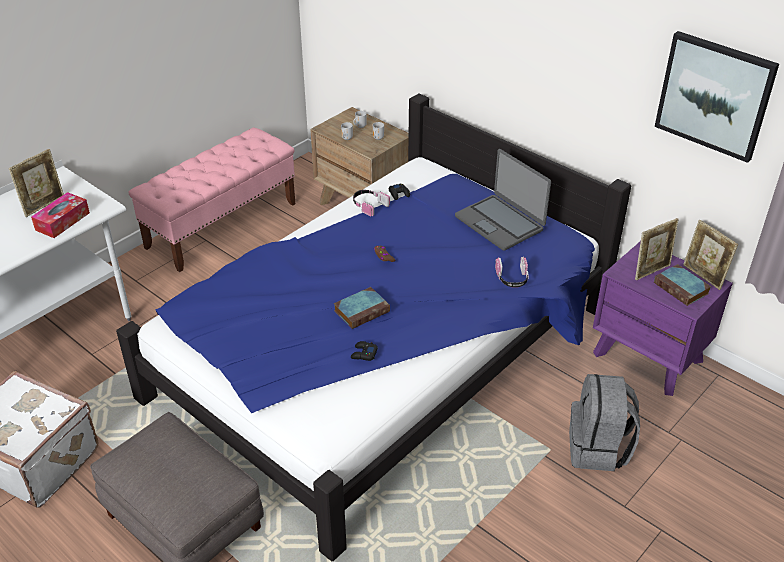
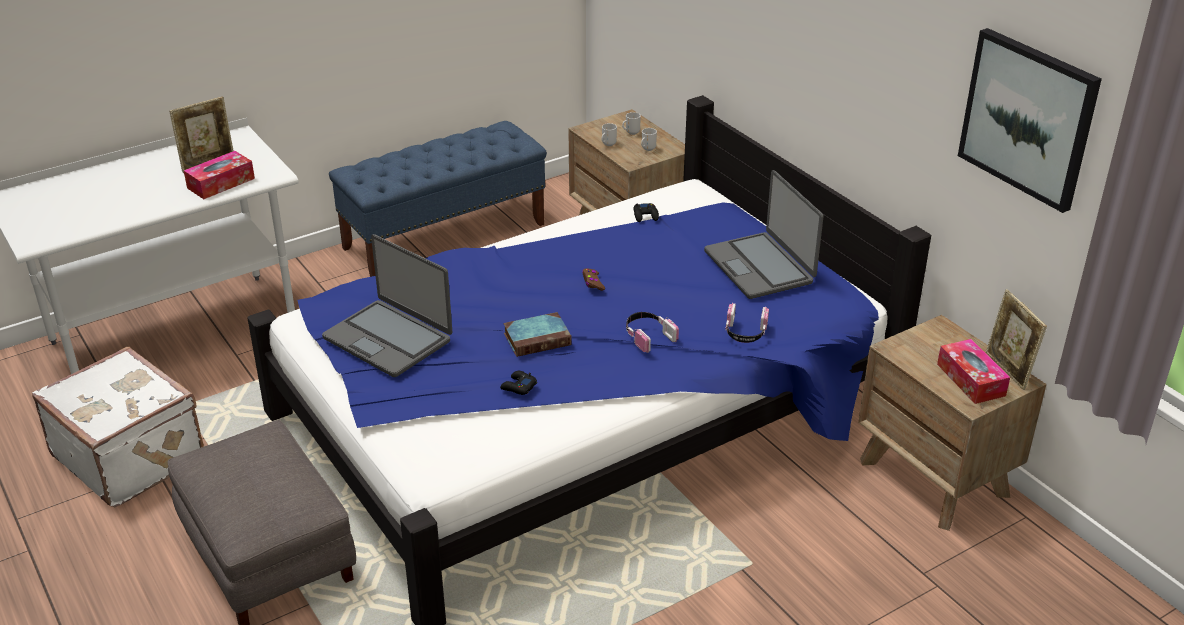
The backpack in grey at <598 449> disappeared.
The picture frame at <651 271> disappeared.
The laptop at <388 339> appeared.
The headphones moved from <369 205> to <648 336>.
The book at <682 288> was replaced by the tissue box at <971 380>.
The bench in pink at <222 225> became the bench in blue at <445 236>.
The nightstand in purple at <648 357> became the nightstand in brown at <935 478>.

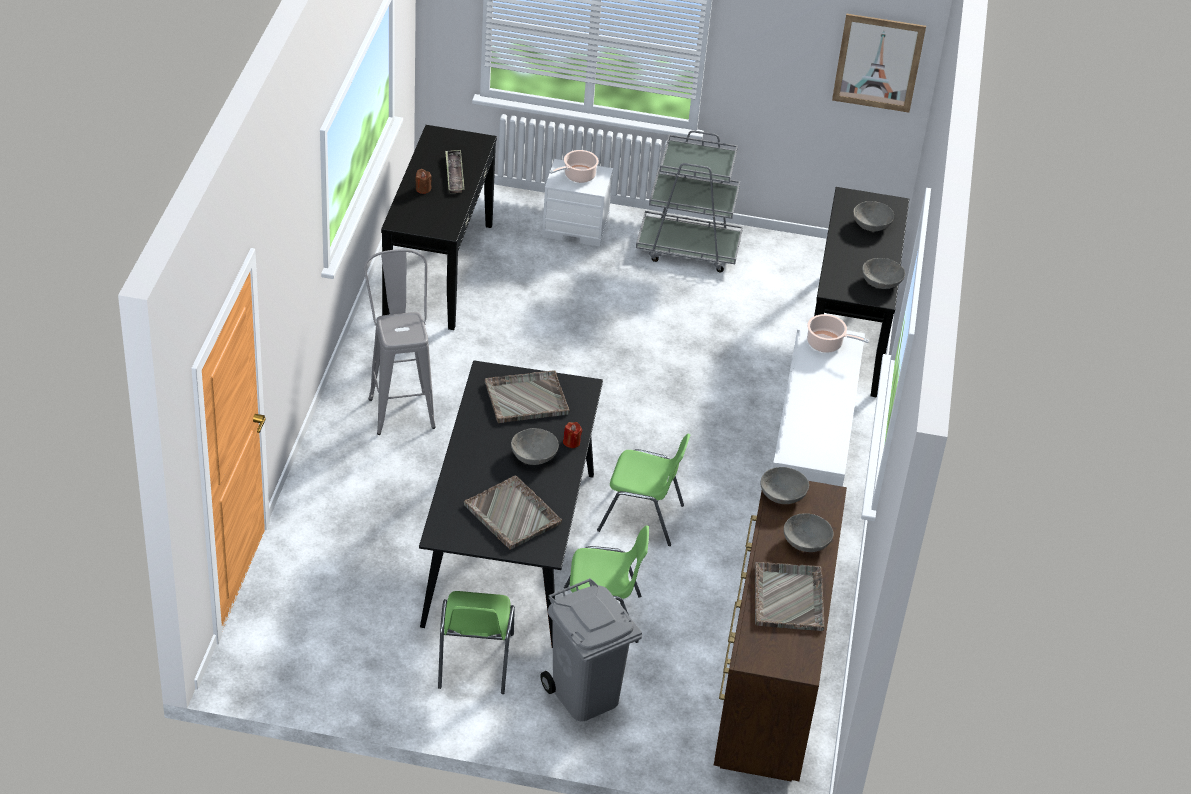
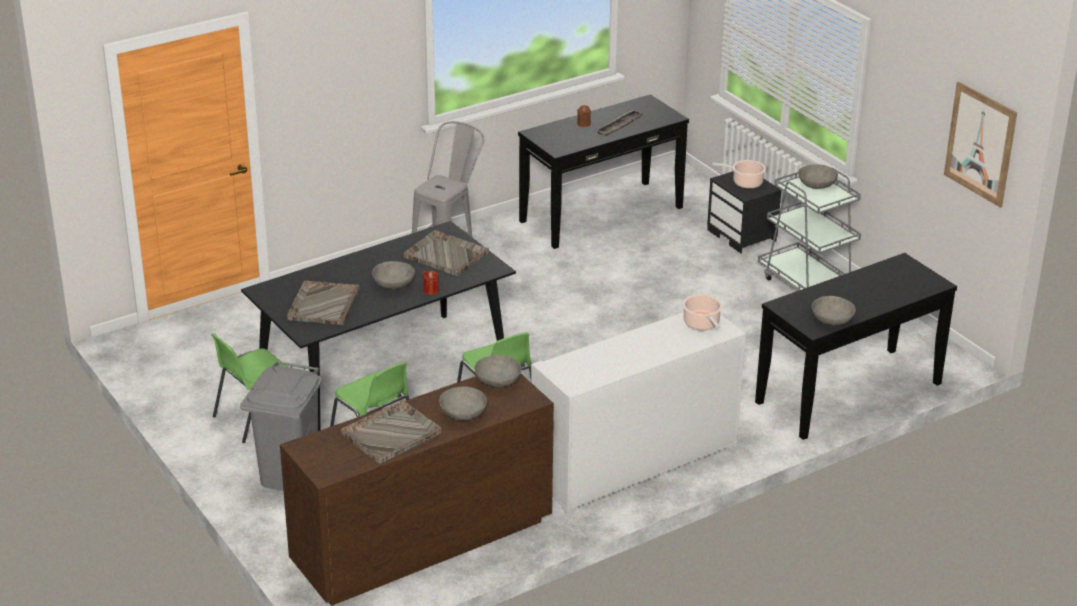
The bowl in grey moved from <872 225> to <817 185>.
The nightstand in white at <576 227> became the nightstand in black at <742 235>.

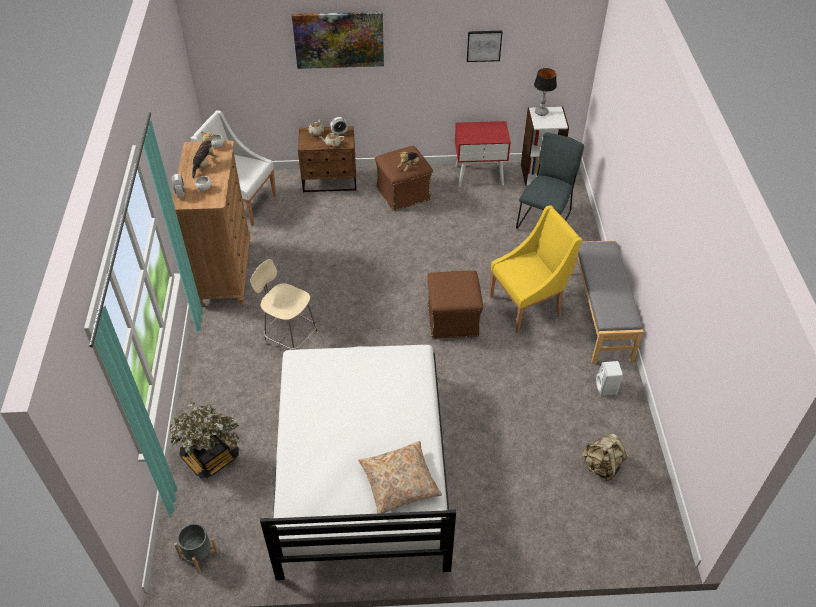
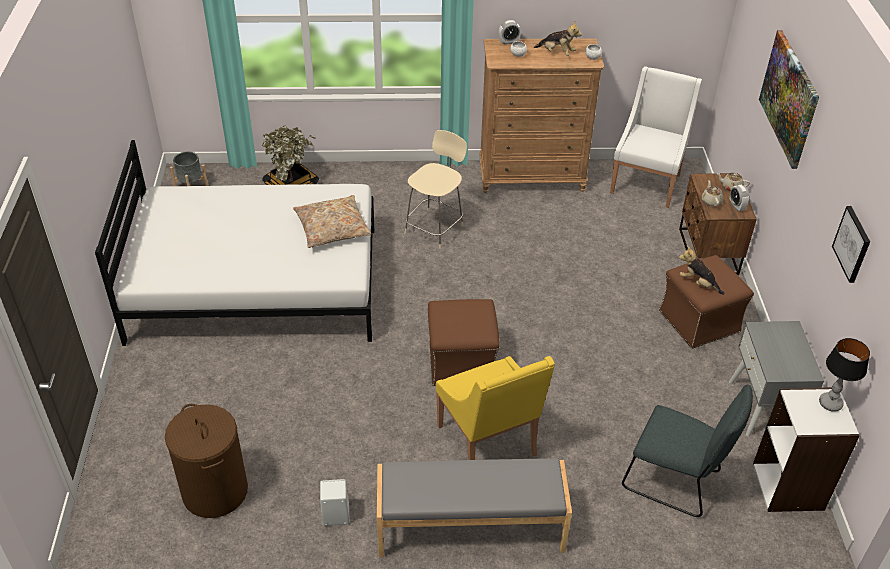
The pillow in beige moved from <399 482> to <332 228>.
The backpack in beige at <601 466> was replaced by the laundry basket in brown at <214 491>.
The nightstand in red at <479 175> became the nightstand in grey at <763 407>.

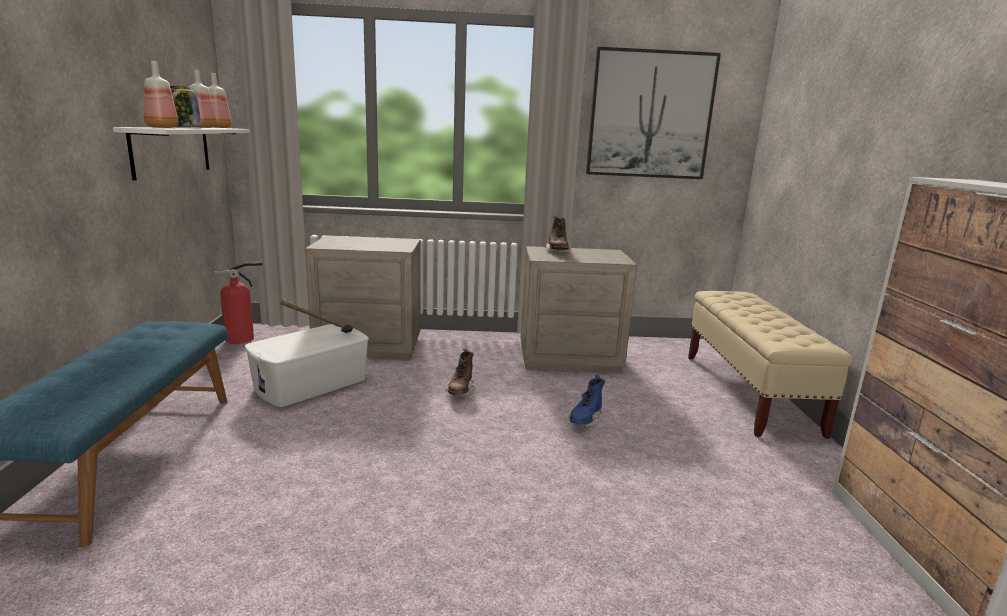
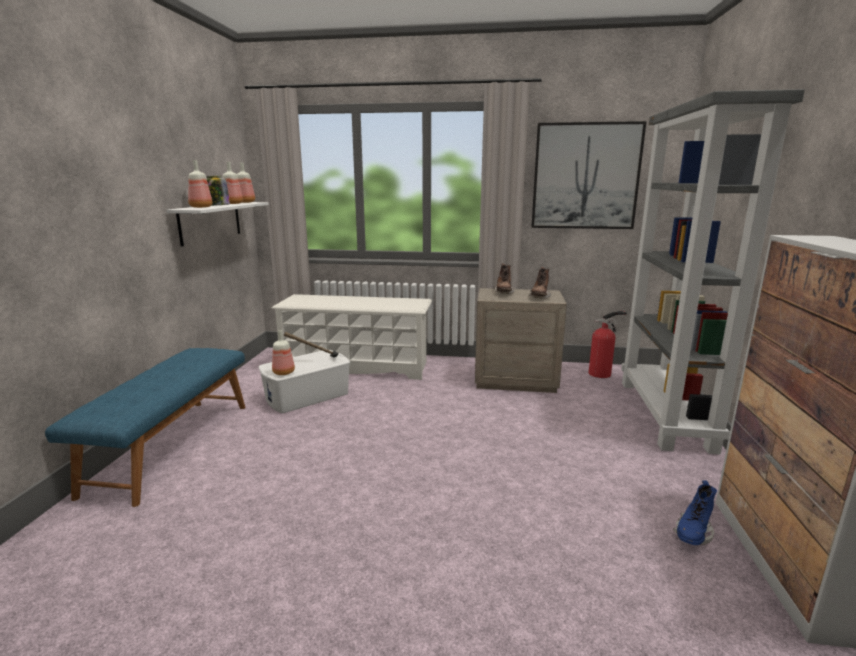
The bottle at <283 372> appeared.
The fire extinguisher moved from <243 338> to <601 373>.
The boot in brown moved from <460 391> to <539 297>.
The boot in blue moved from <585 420> to <693 534>.
The nightstand in beige at <369 345> was replaced by the shoe rack in white at <357 366>.
The bench in beige at <748 393> was replaced by the bookcase in grey at <666 414>.

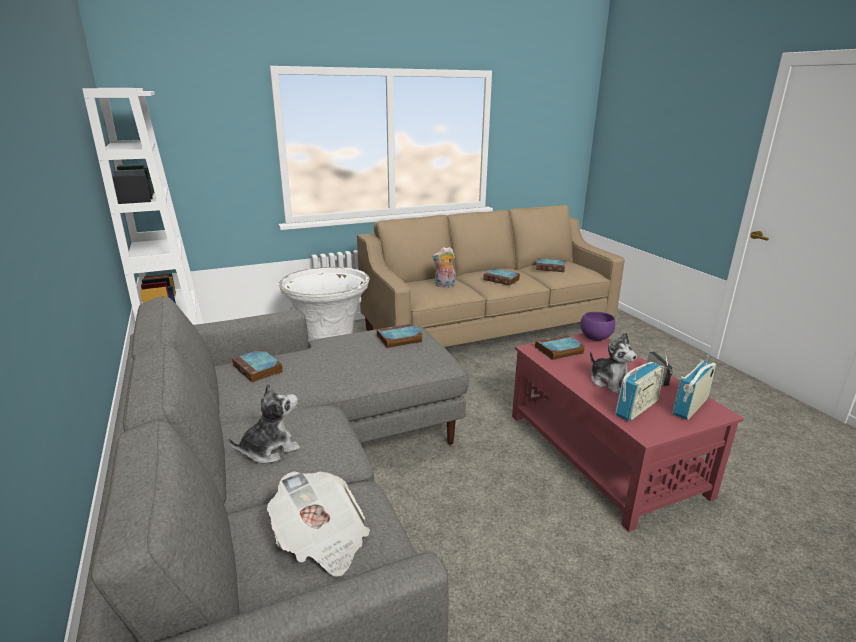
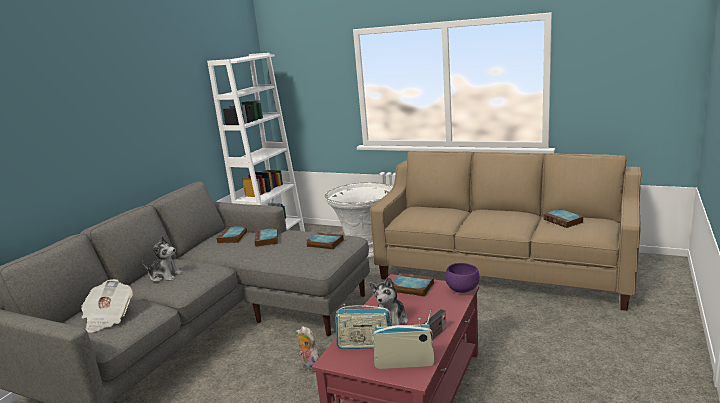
The plush toy moved from <444 286> to <309 366>.
The book moved from <502 279> to <267 240>.

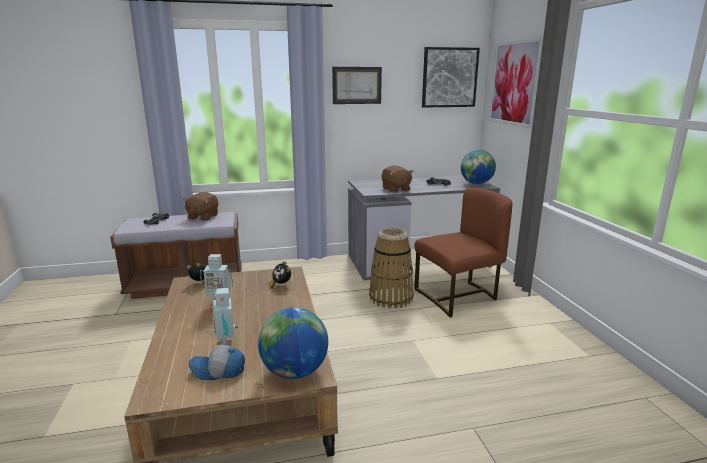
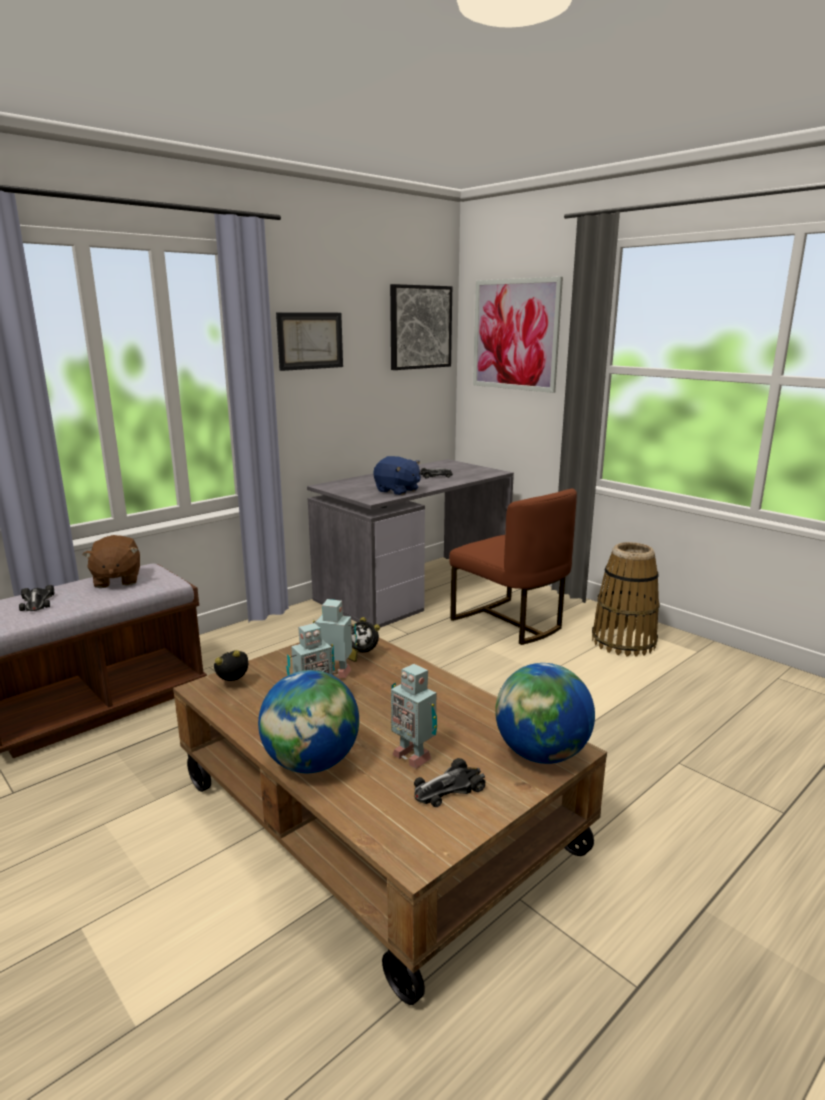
The toy robot at <336 674> appeared.
The basket moved from <390 298> to <623 642>.
The globe moved from <476 183> to <311 763>.
The cap at <218 371> was replaced by the toy car at <449 788>.
The plush toy in brown at <396 189> became the plush toy in blue at <397 491>.
The chair in brown at <458 296> turned 105 degrees clockwise.

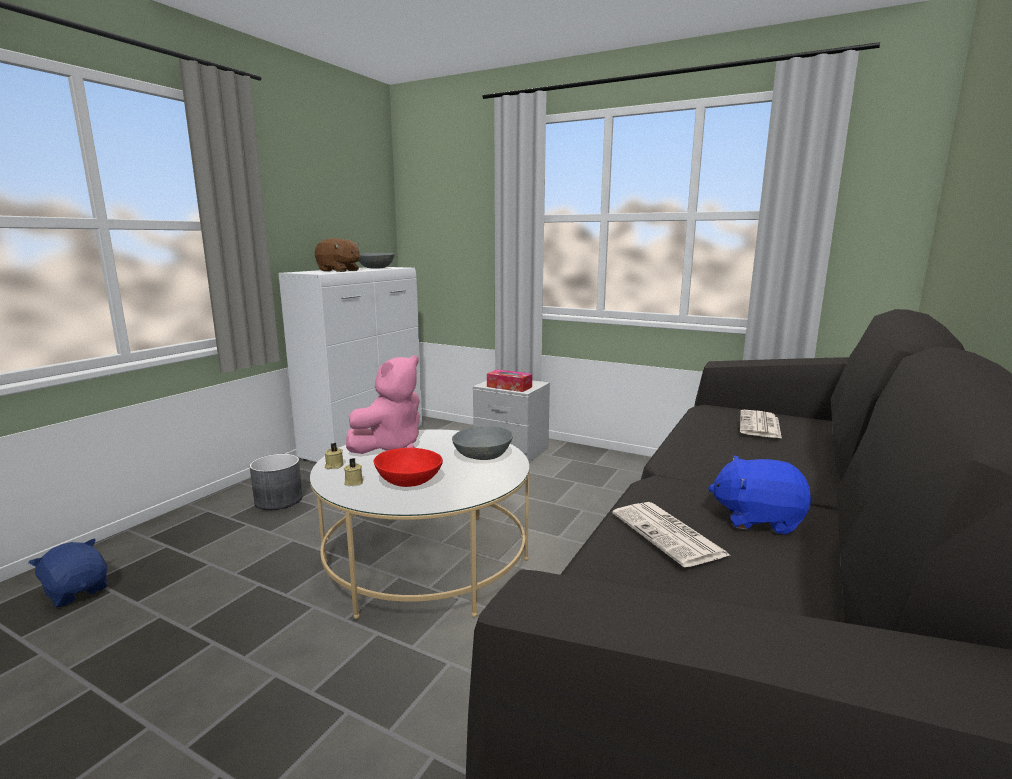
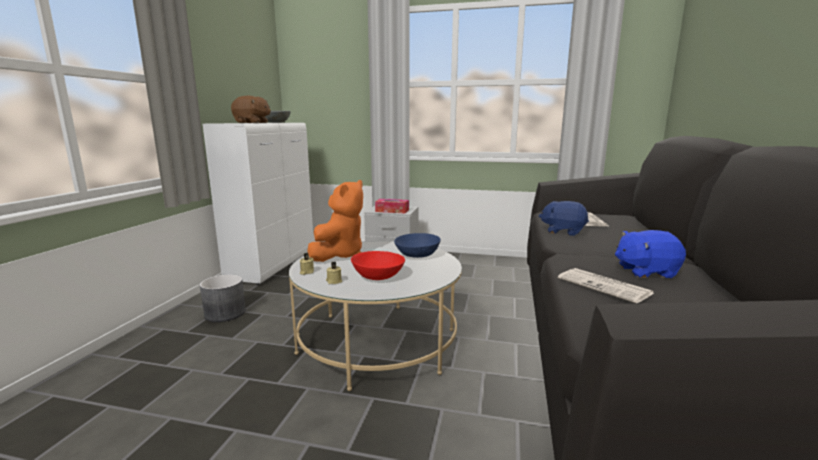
The plush toy in blue moved from <77 591> to <563 231>.
The plush toy in pink at <390 446> became the plush toy in orange at <339 255>.
The bowl in grey at <483 456> became the bowl in blue at <417 255>.

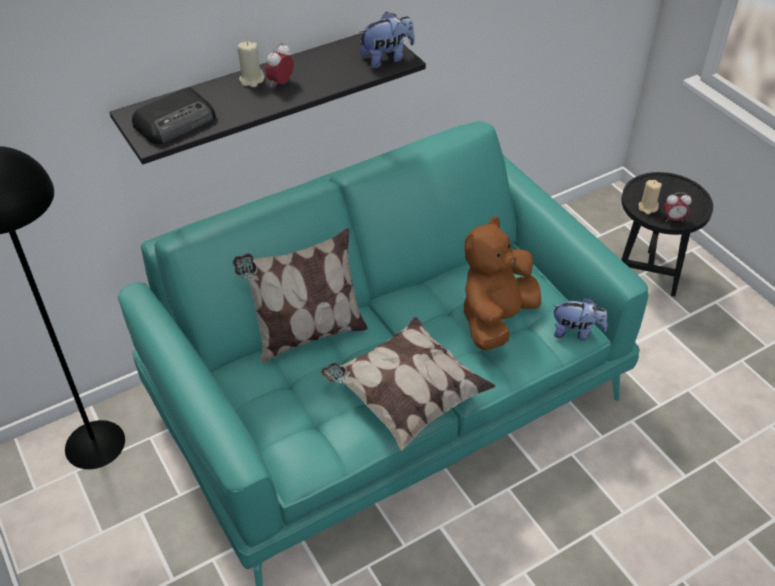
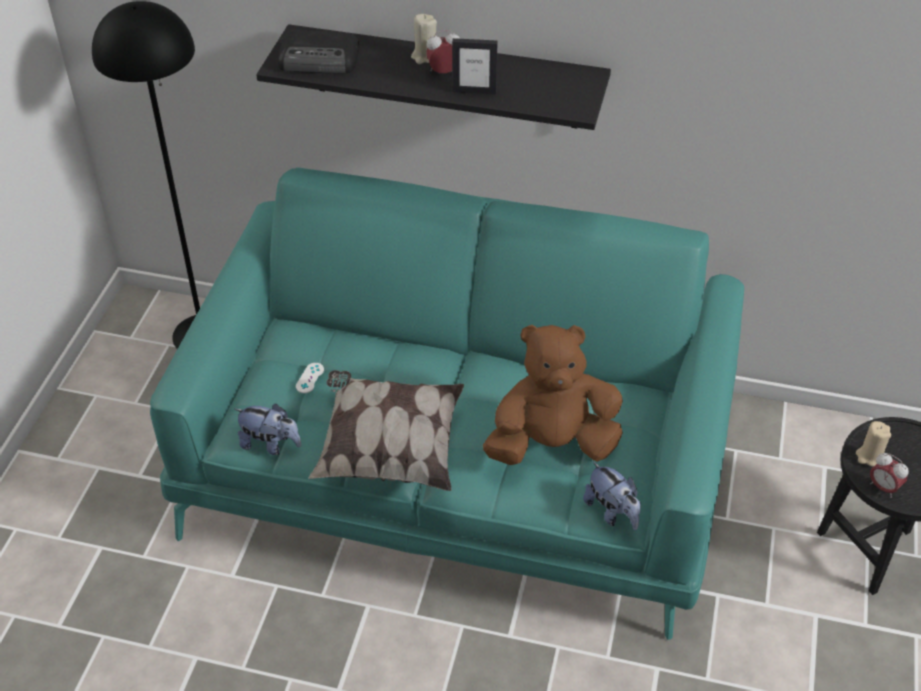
The pillow at <307 334> disappeared.
The game controller in white at <310 378> appeared.
The picture frame at <474 91> appeared.
The plush toy moved from <387 58> to <270 444>.

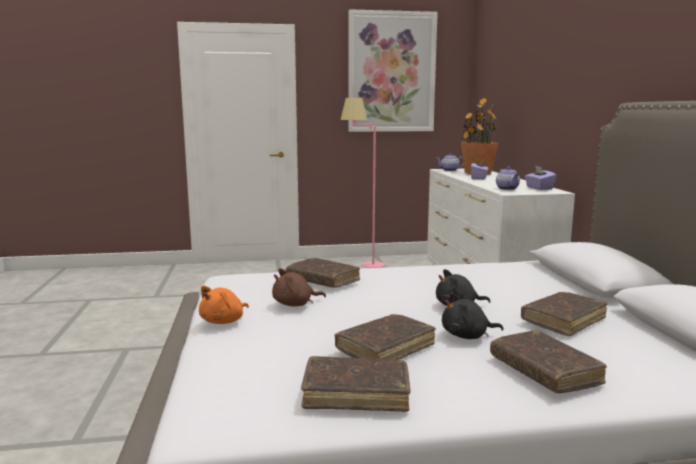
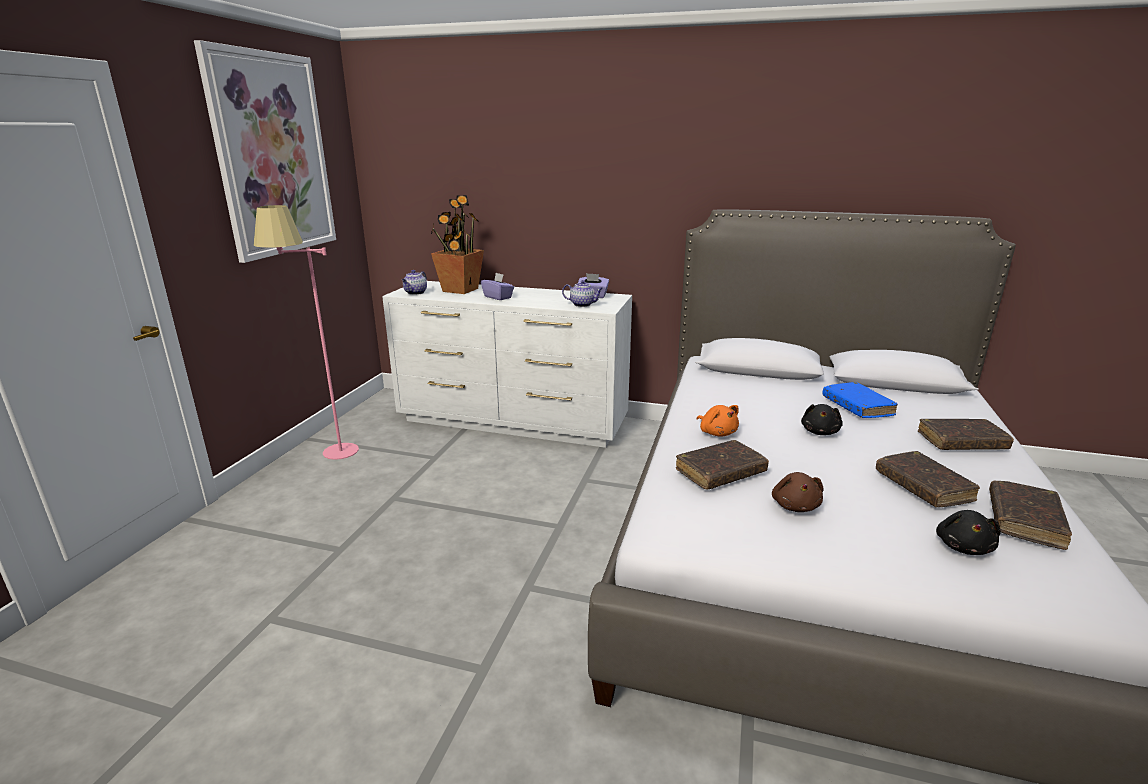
The plush toy in orange moved from <224 321> to <717 433>.
The plush toy in black moved from <467 336> to <963 546>.
The book in brown at <563 320> became the book in blue at <857 407>.

